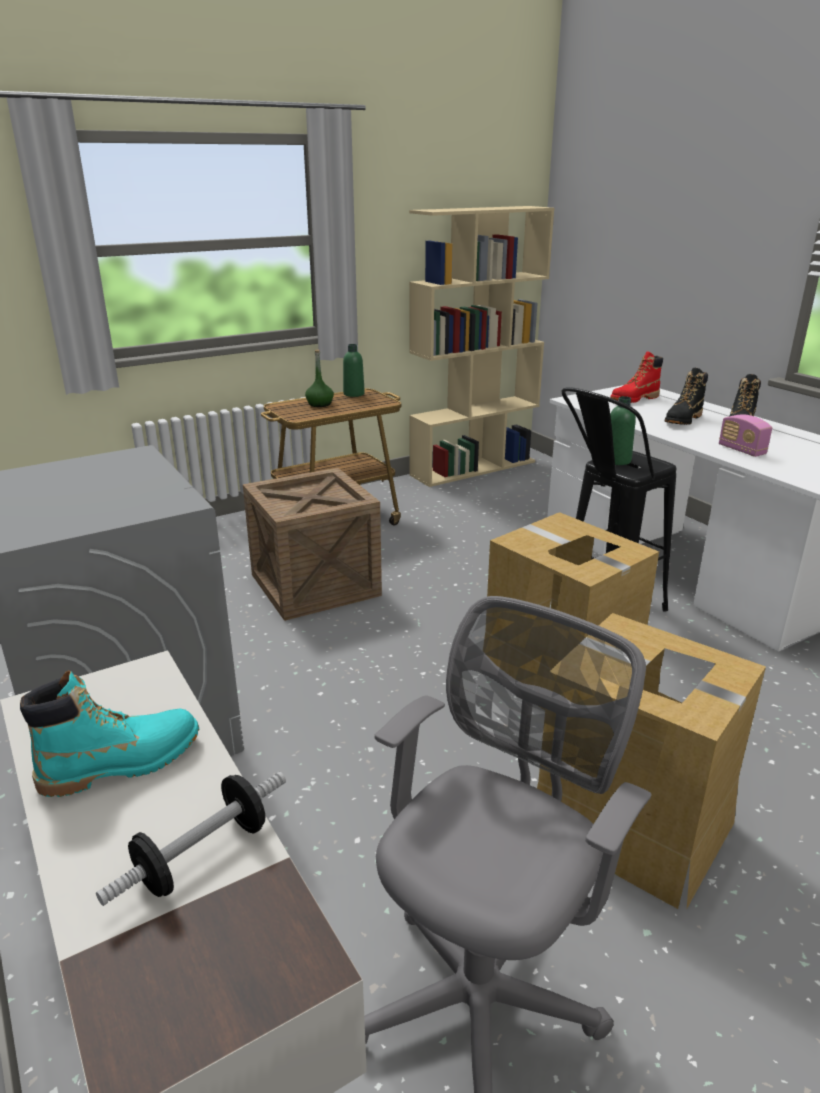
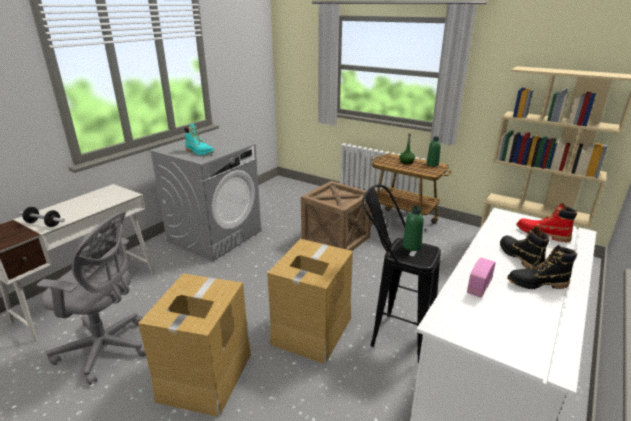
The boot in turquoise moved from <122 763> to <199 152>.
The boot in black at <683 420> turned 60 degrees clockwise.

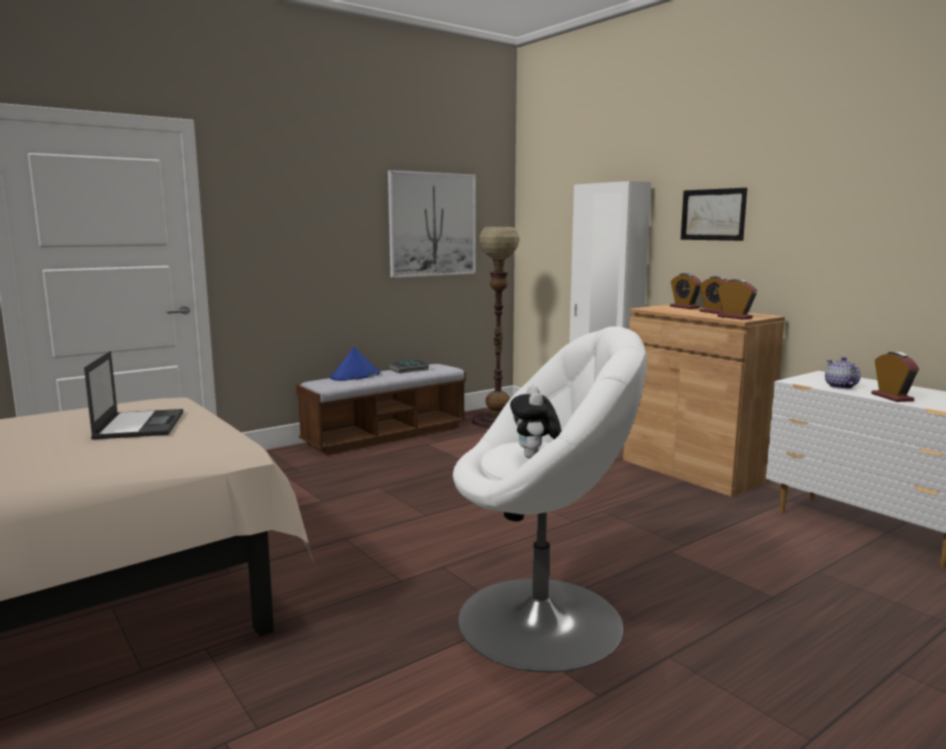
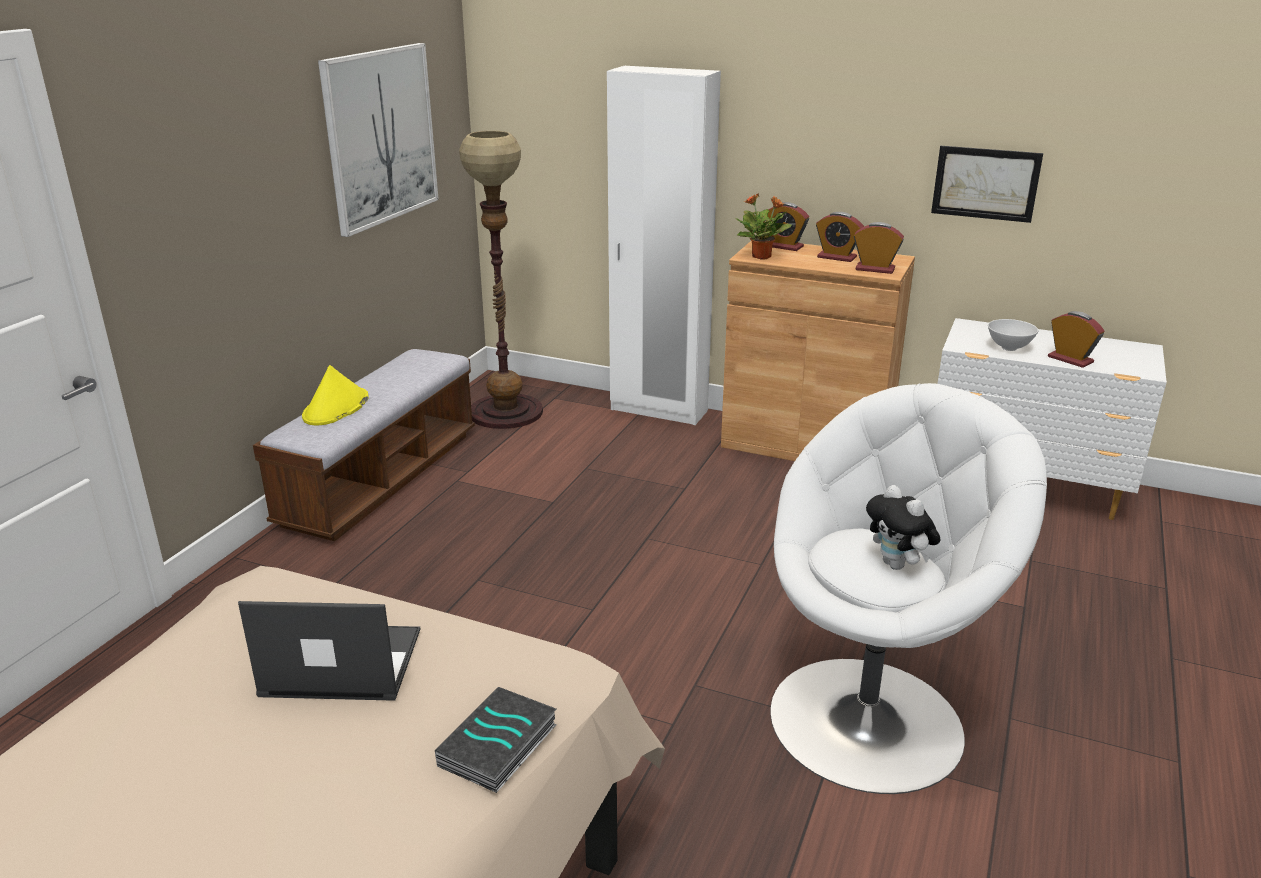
The potted plant at <762 257> appeared.
The book moved from <409 369> to <499 747>.
The picture moved from <713 214> to <985 183>.
The teapot at <840 386> was replaced by the bowl in white at <1009 348>.
The hat in blue at <355 376> became the hat in yellow at <336 408>.
The laptop at <140 424> turned 45 degrees counterclockwise.

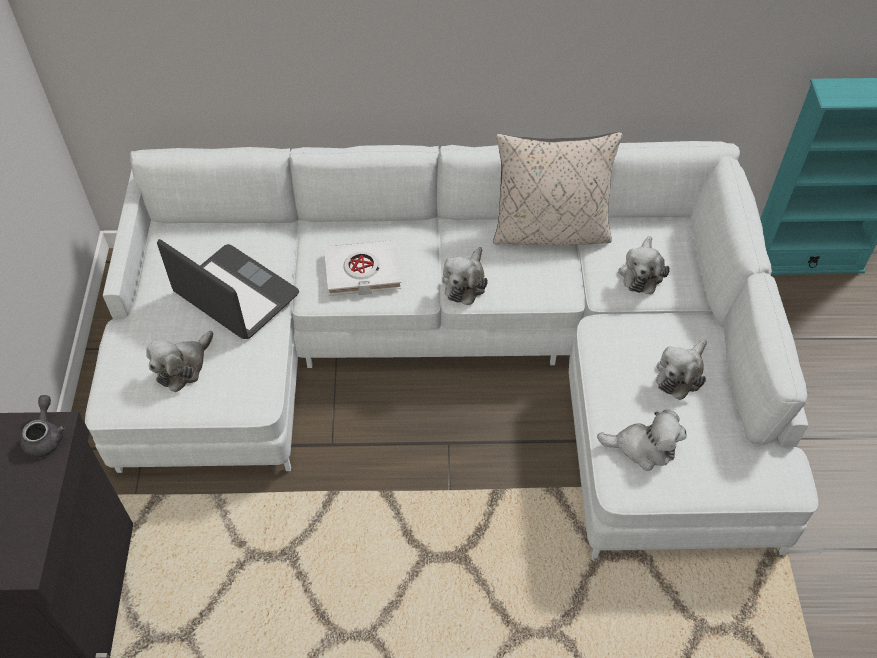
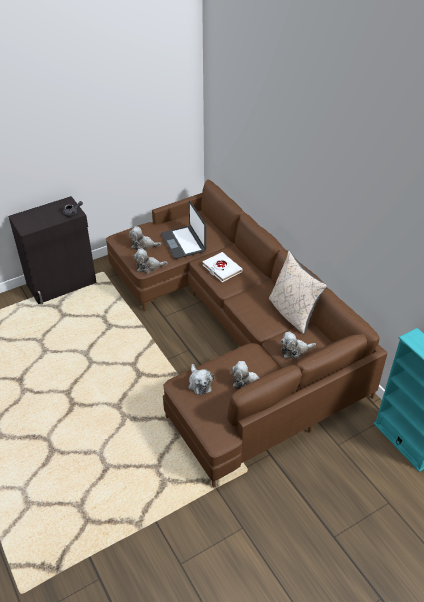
The plush toy moved from <465 283> to <148 267>.
The sofa in white at <458 356> became the sofa in brown at <234 335>.
The laptop at <235 294> turned 150 degrees clockwise.

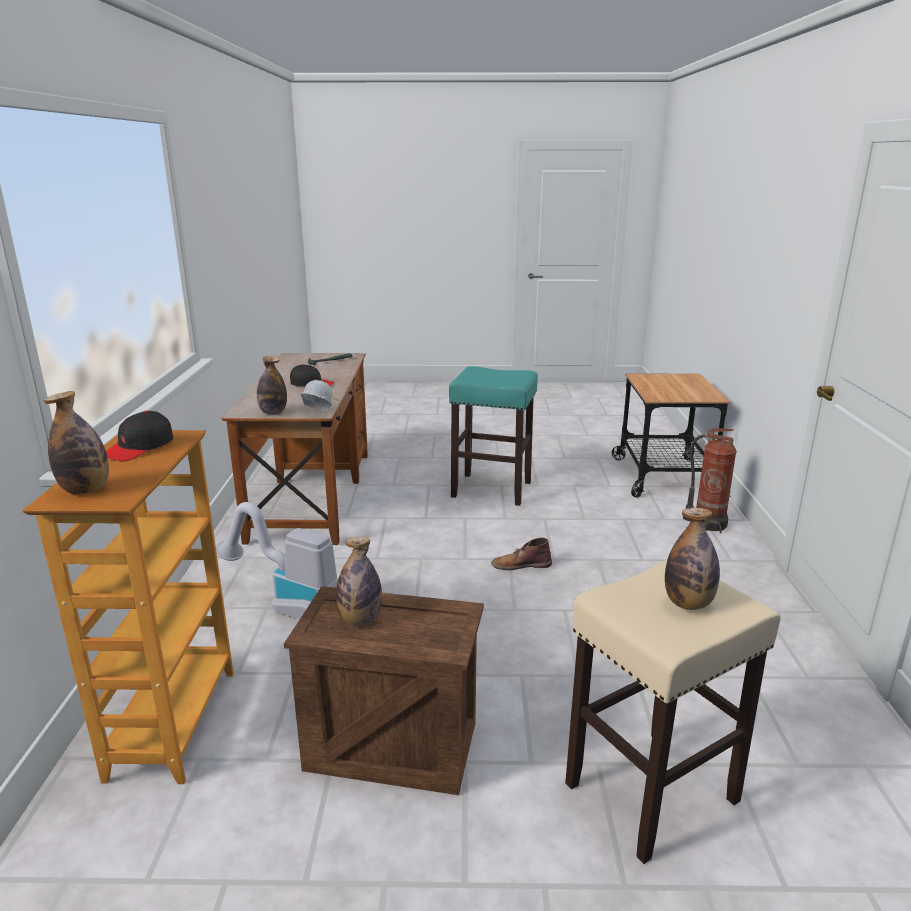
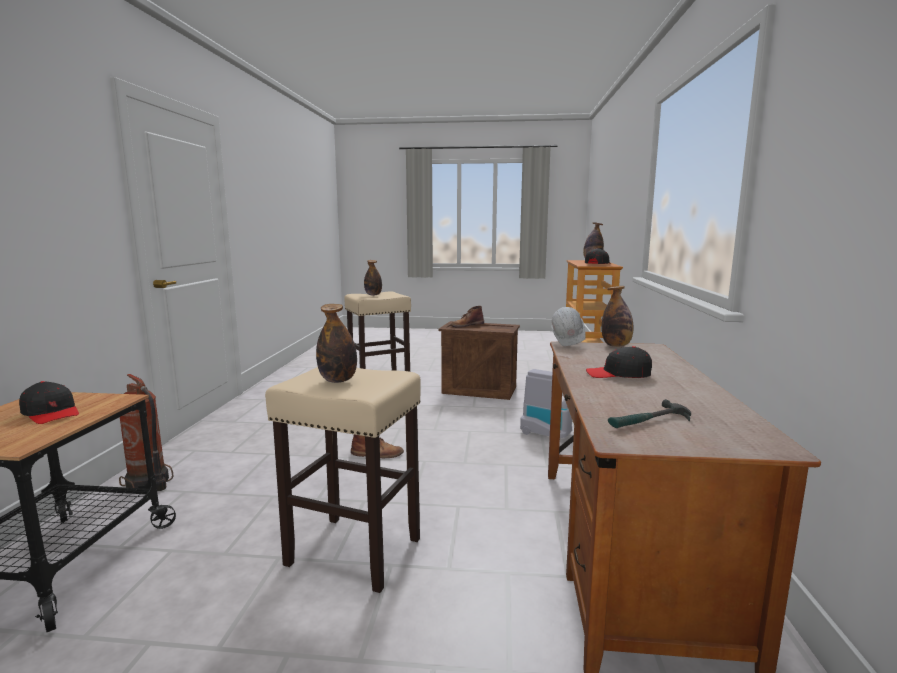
The cap in black at <51 413> appeared.
The boot in brown at <467 325> appeared.
The bottle moved from <360 620> to <338 380>.
The stool in turquoise at <492 489> became the stool in beige at <352 551>.

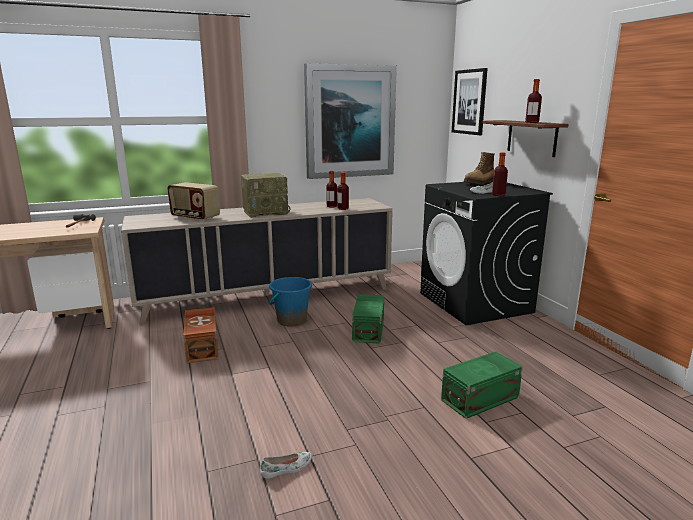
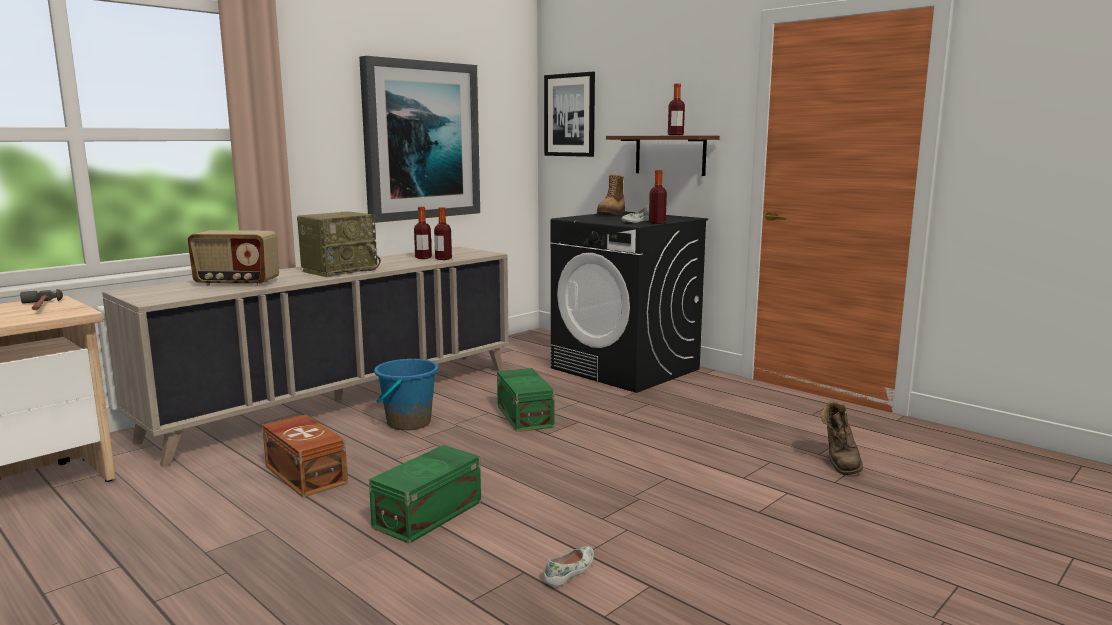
The boot in brown at <840 462> appeared.
The storage box in green moved from <481 399> to <430 514>.

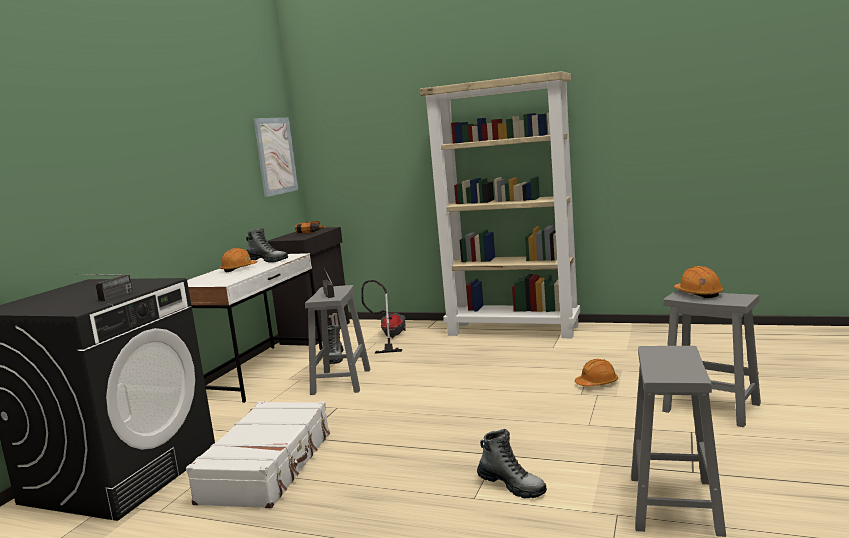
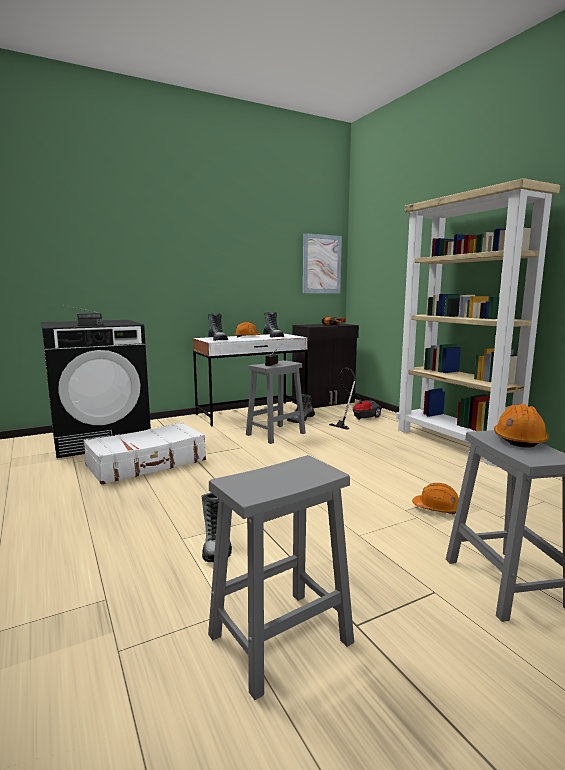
The boot at <218 339> appeared.

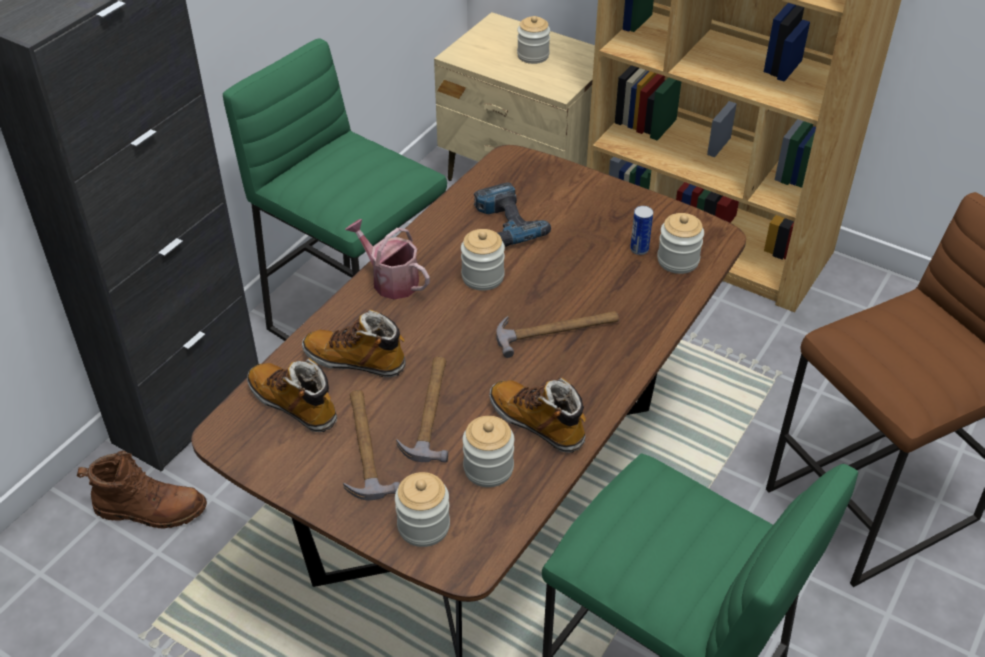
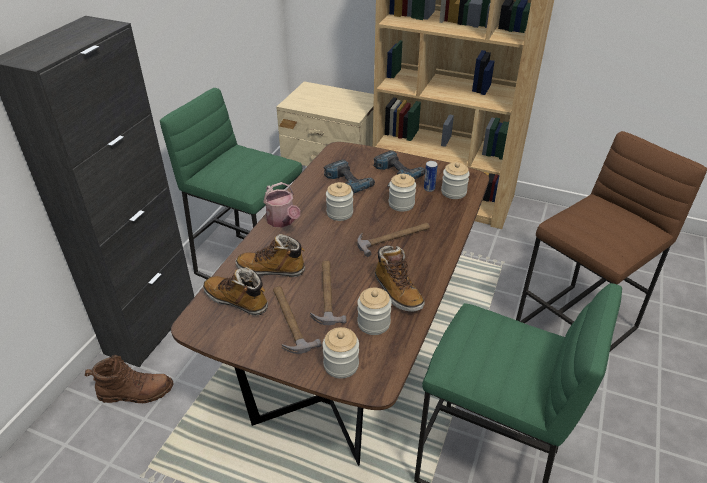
The power drill at <394 174> appeared.
The jar moved from <533 55> to <401 204>.
The watering can at <390 280> turned 150 degrees counterclockwise.
The boot at <537 423> turned 150 degrees counterclockwise.

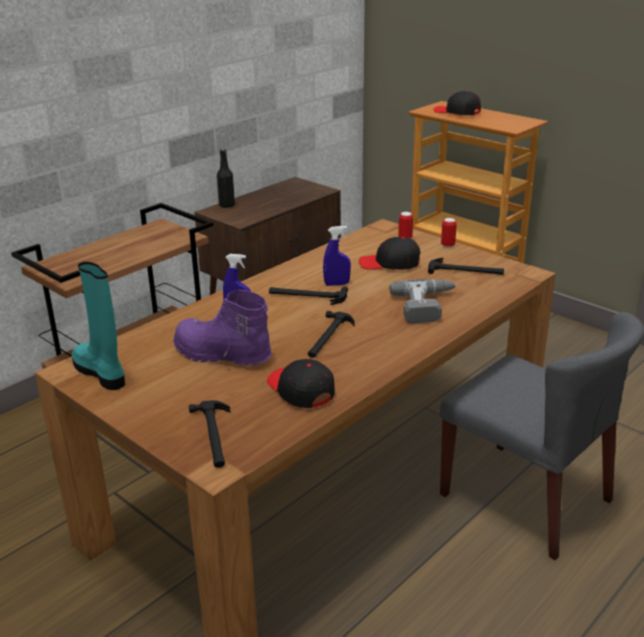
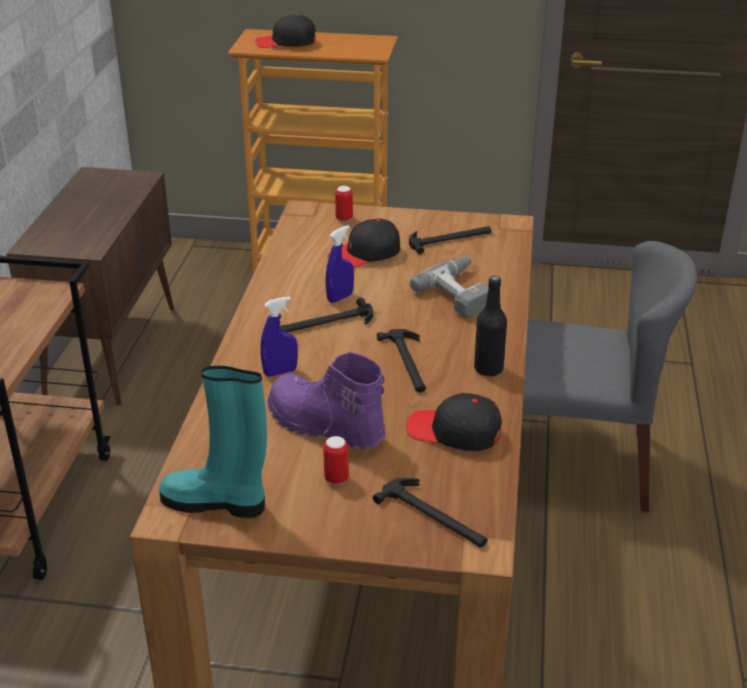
The bottle in black moved from <227 205> to <488 369>.
The can moved from <447 245> to <336 479>.
The boot in purple at <221 355> turned 45 degrees clockwise.

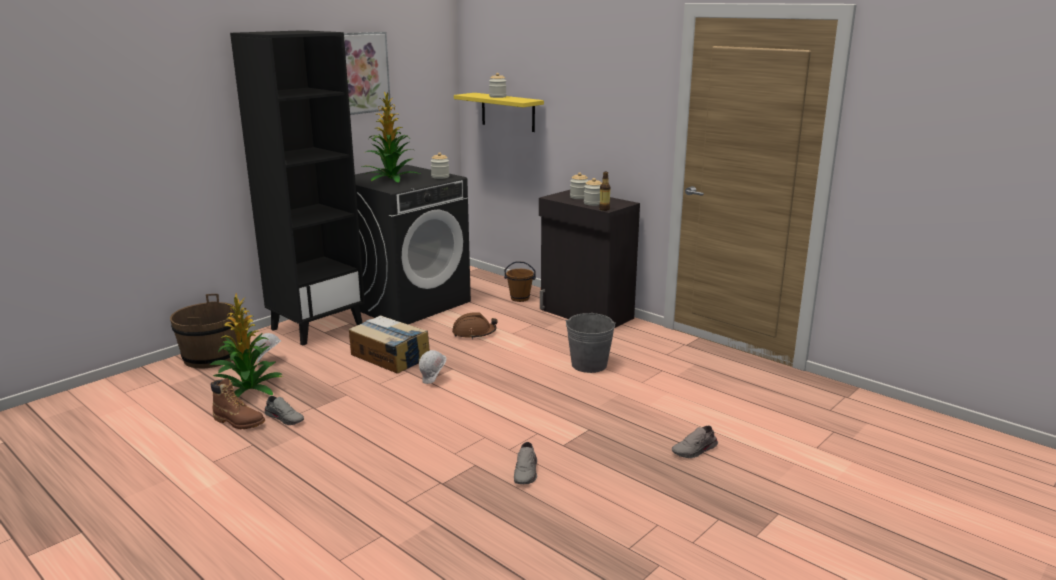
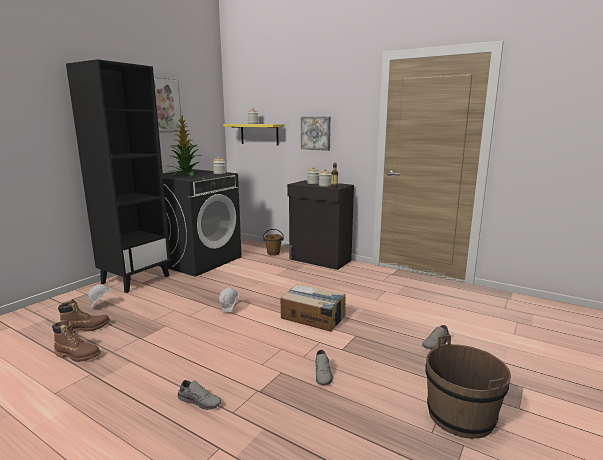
The hard hat in brown at <474 333> disappeared.
The bucket in grey at <589 365> disappeared.
The picture at <316 133> appeared.
The bucket in brown moved from <211 357> to <460 415>.
The shoe in grey moved from <285 418> to <200 401>.
The cardboard box moved from <390 356> to <313 317>.
The potted plant at <249 389> was replaced by the boot in brown at <86 328>.

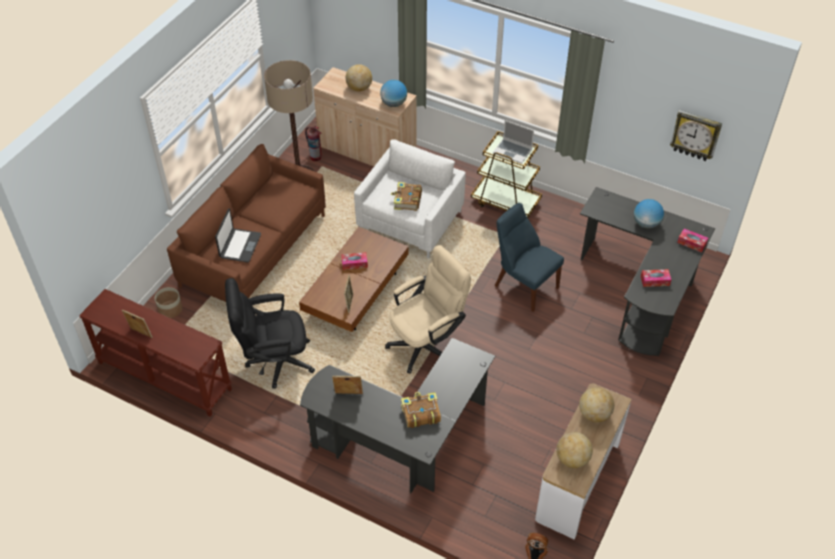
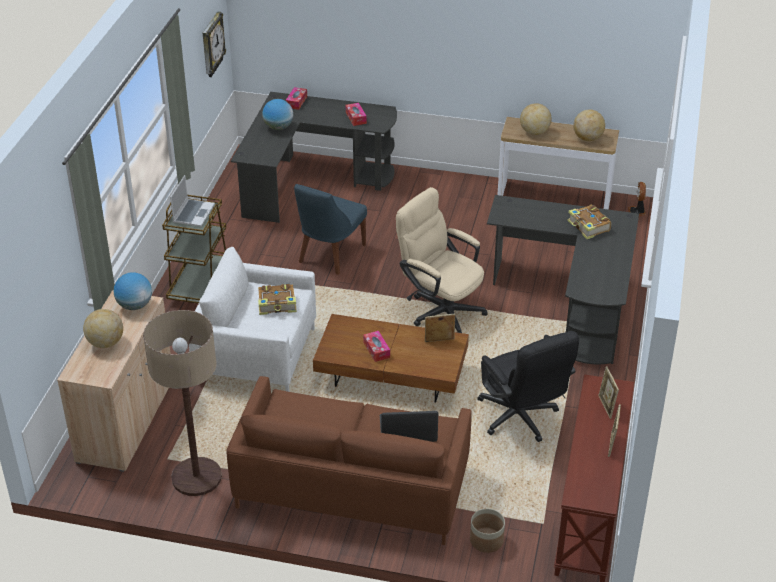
The fire extinguisher at <315 157> disappeared.
The picture frame moved from <348 394> to <606 407>.

